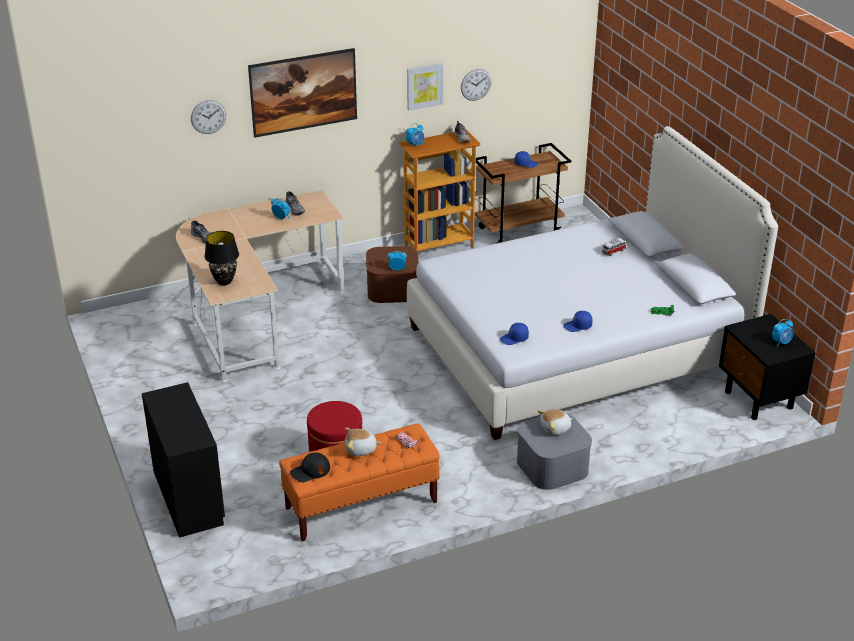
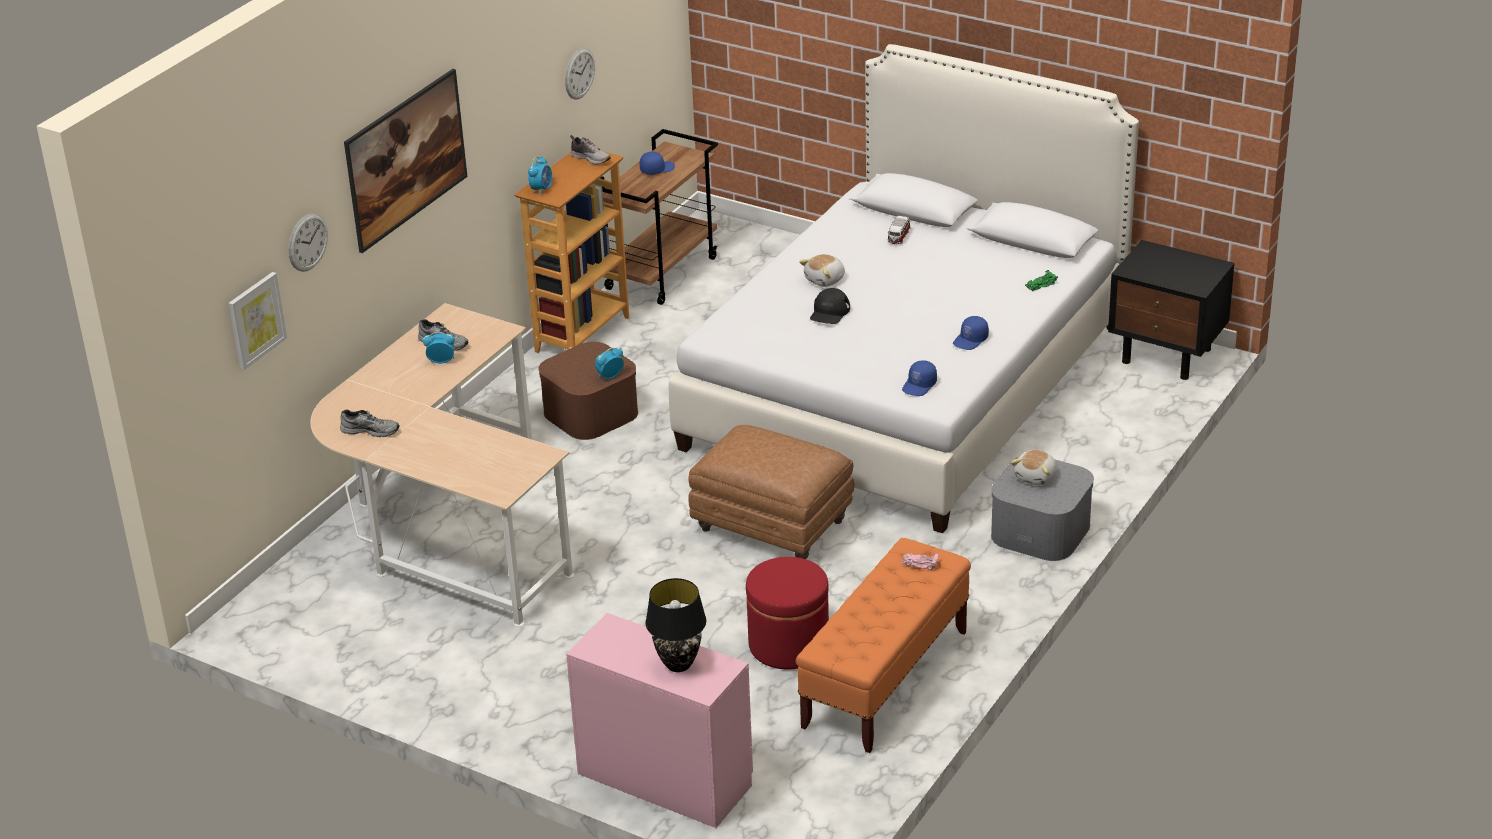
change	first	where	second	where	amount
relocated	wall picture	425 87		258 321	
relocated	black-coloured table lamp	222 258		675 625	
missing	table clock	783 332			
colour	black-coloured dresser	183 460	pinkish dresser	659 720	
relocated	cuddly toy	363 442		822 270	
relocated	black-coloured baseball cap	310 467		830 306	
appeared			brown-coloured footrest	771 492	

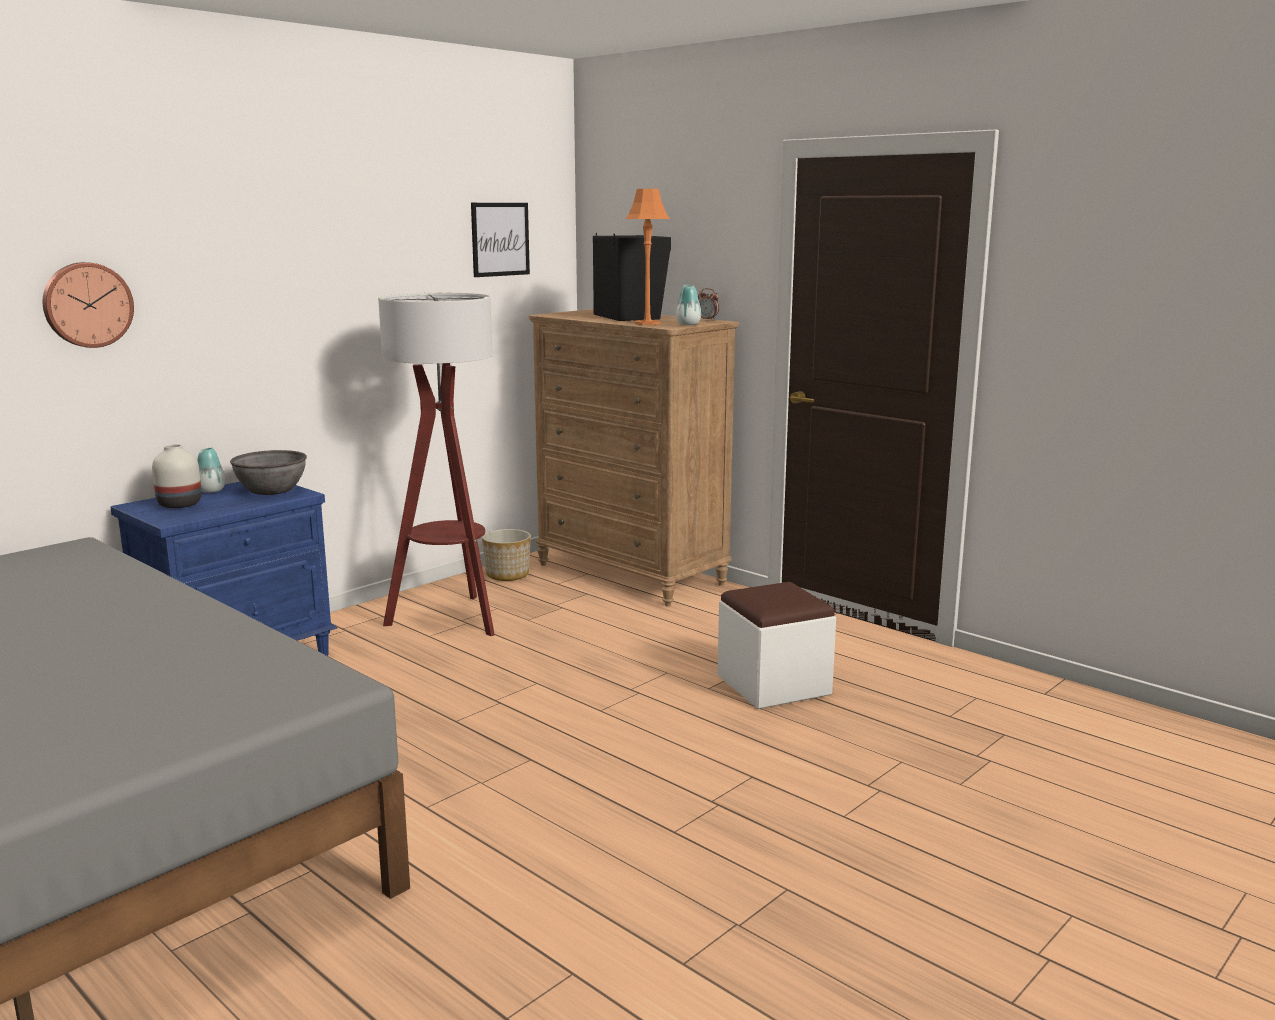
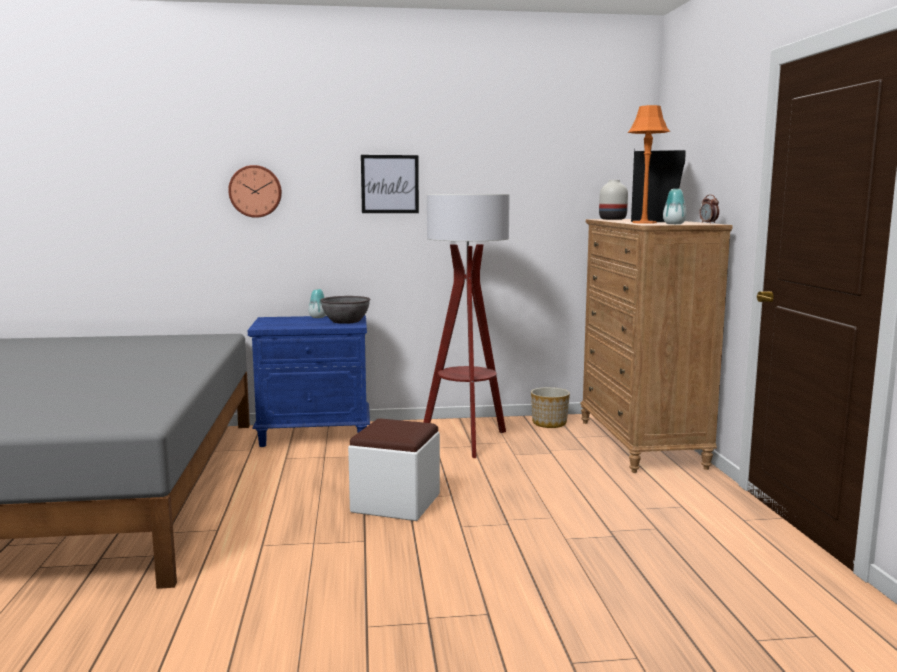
change	first	where	second	where	amount
relocated	wall picture	500 240		390 184	
relocated	whitish decorative vase	177 476		613 200	
relocated	whitish footrest	776 645		394 469	

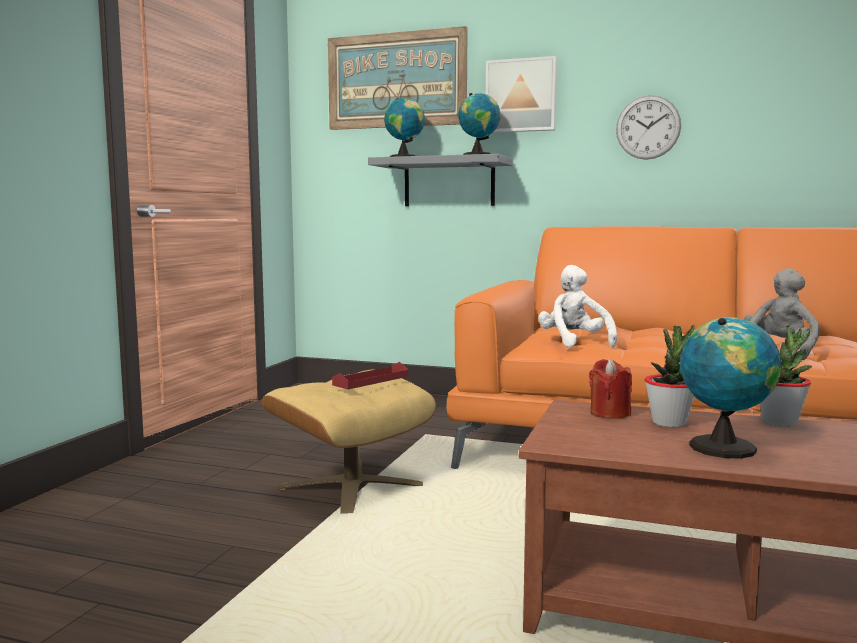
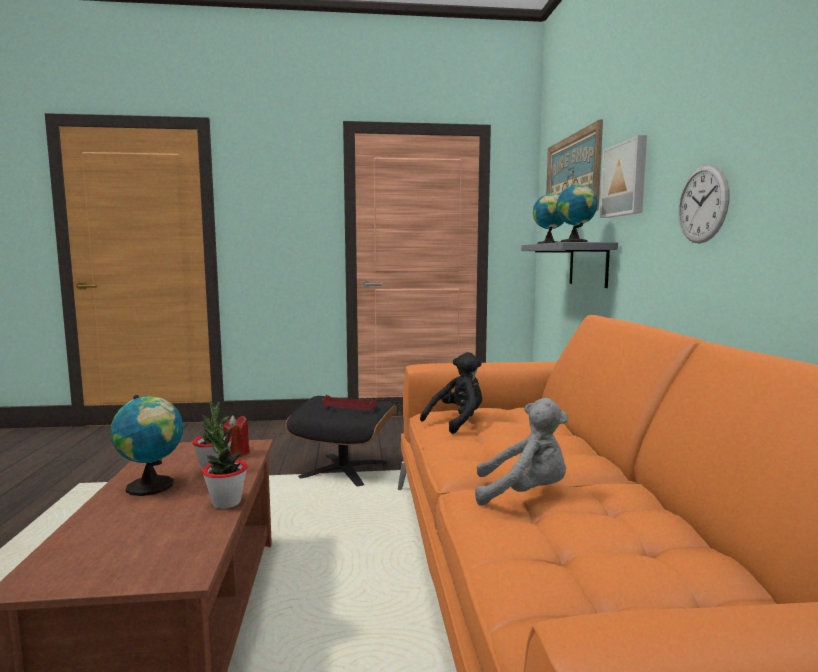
change	first	where	second	where	amount
colour	whitish cuddly toy	577 306	black-coloured cuddly toy	451 393	
colour	sand-coloured footrest	349 441	black-coloured footrest	341 441	

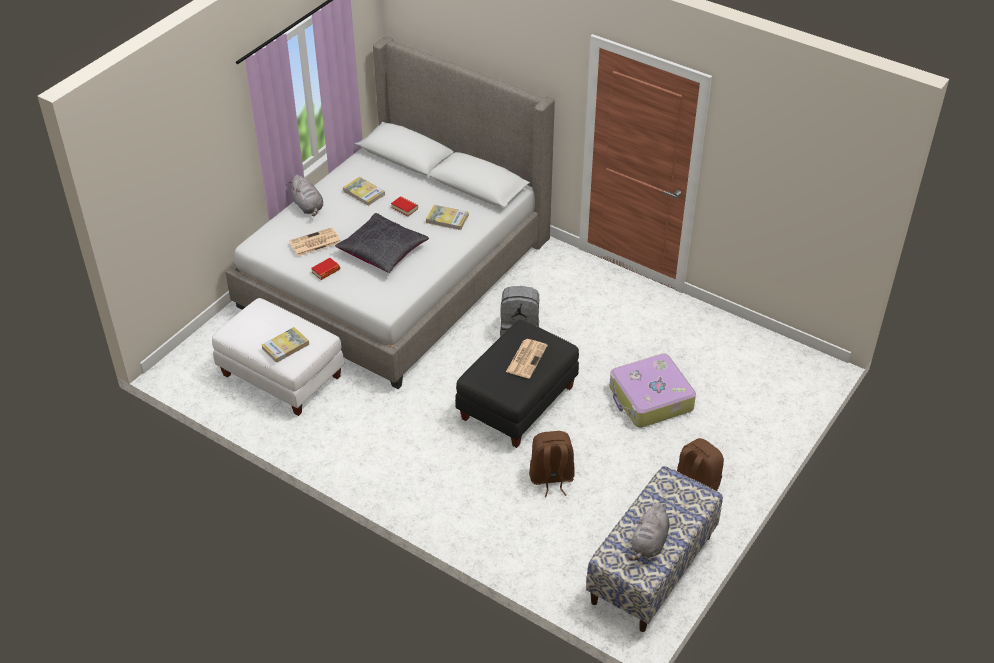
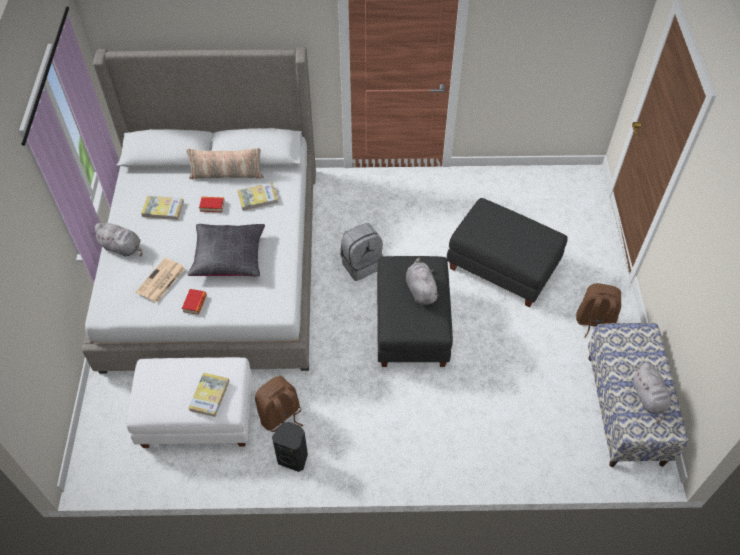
change	first	where	second	where	amount
exchanged	newspaper	527 358	greyish cuddly toy	423 281	
exchanged	travel case	652 390	black-coloured footrest	507 252	
relocated	brown-coloured knapsack	552 464		279 404	
appeared			cushion	225 163	
appeared			black-coloured audio speaker	290 447	

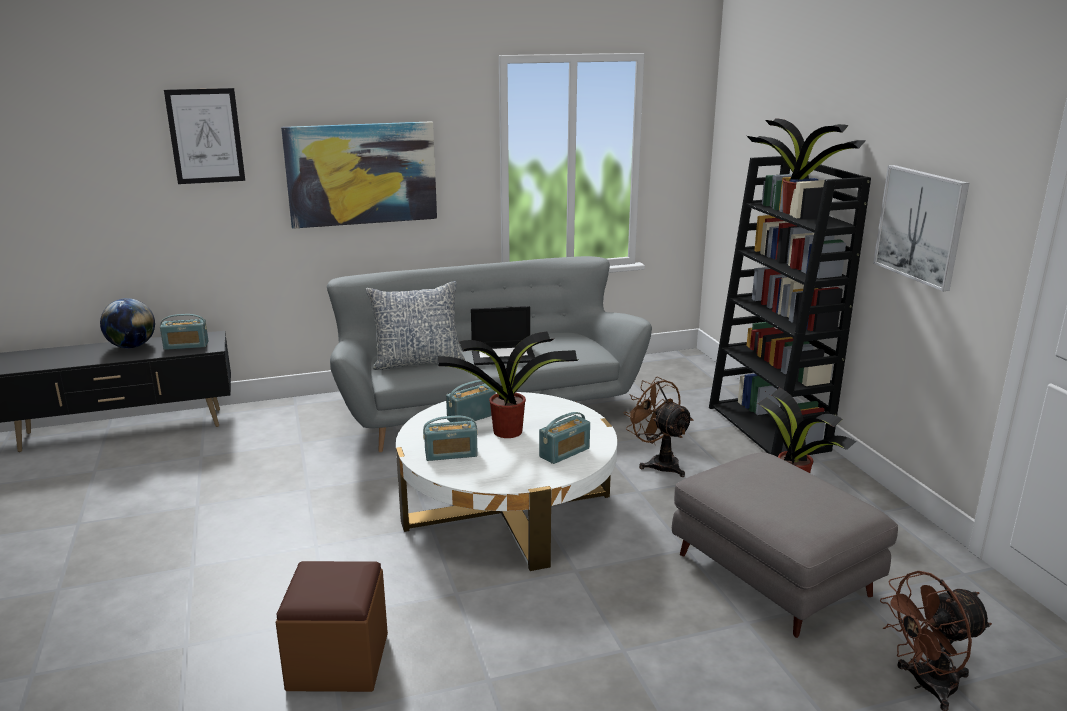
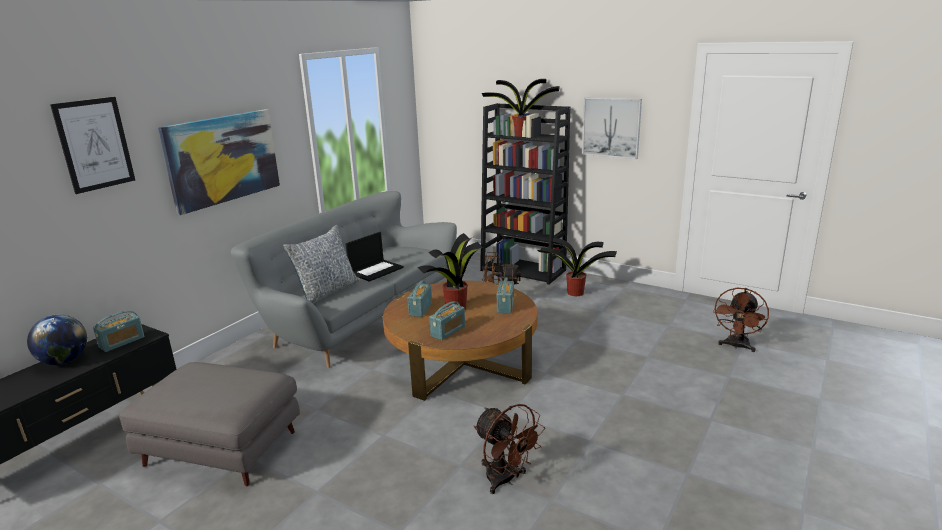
change	first	where	second	where	amount
colour	whitish coffee table	506 481	brown-coloured coffee table	460 341	
relocated	greyish footrest	785 545		209 424	
exchanged	brown-coloured footrest	332 626	brown-coloured fan	509 449	

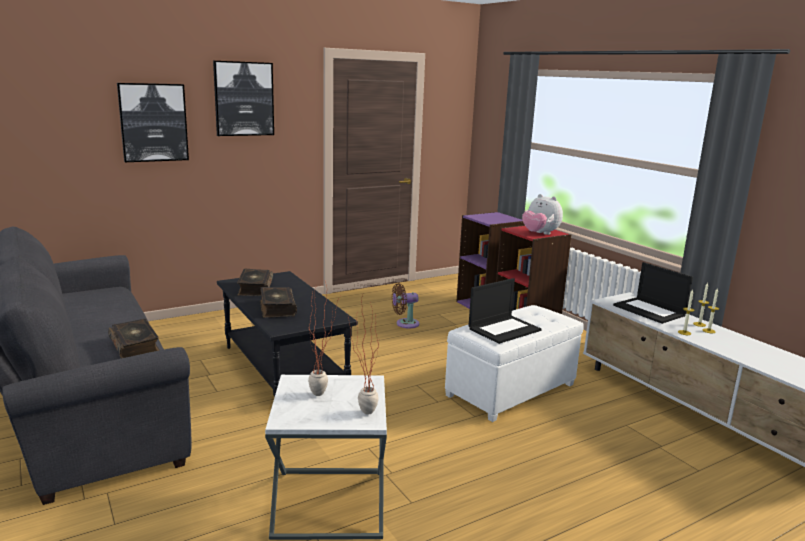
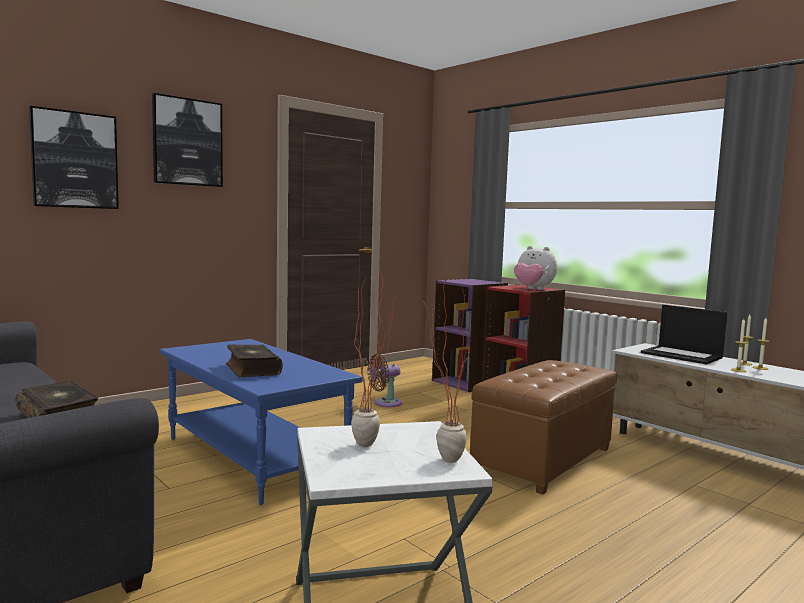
change	first	where	second	where	amount
missing	volume	255 282			
colour	black-coloured coffee table	287 334	blue coffee table	261 422	
missing	portable computer	505 311			
colour	whitish footrest	514 363	brown-coloured footrest	543 427	

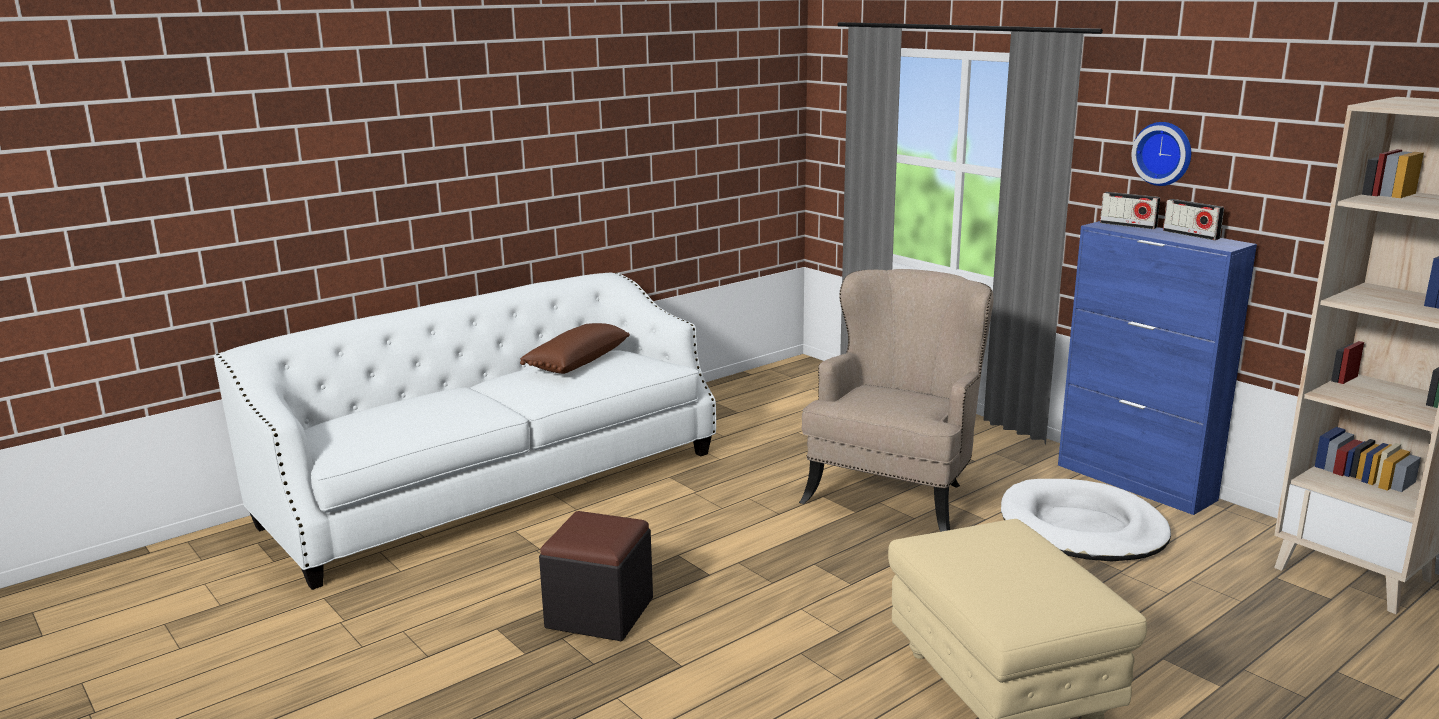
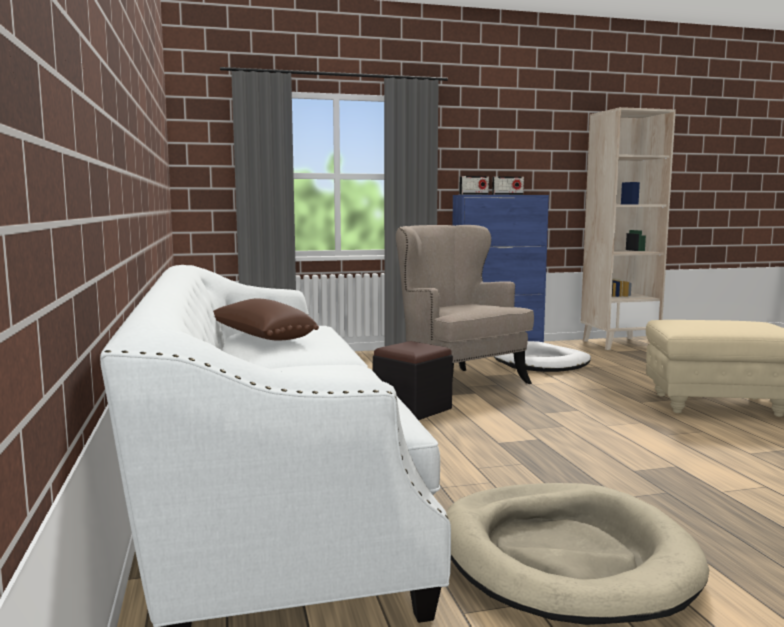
change	first	where	second	where	amount
missing	clock on the wall	1161 154			
relocated	black-coloured footrest	596 576		413 380	
appeared			sand-coloured pet bed	577 554	

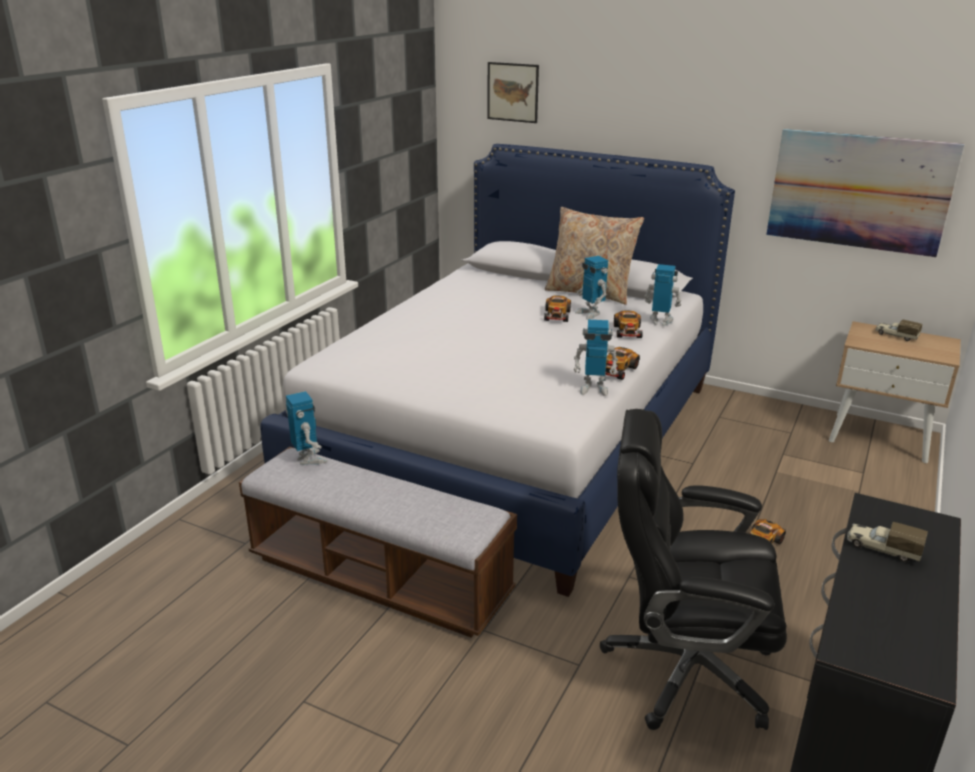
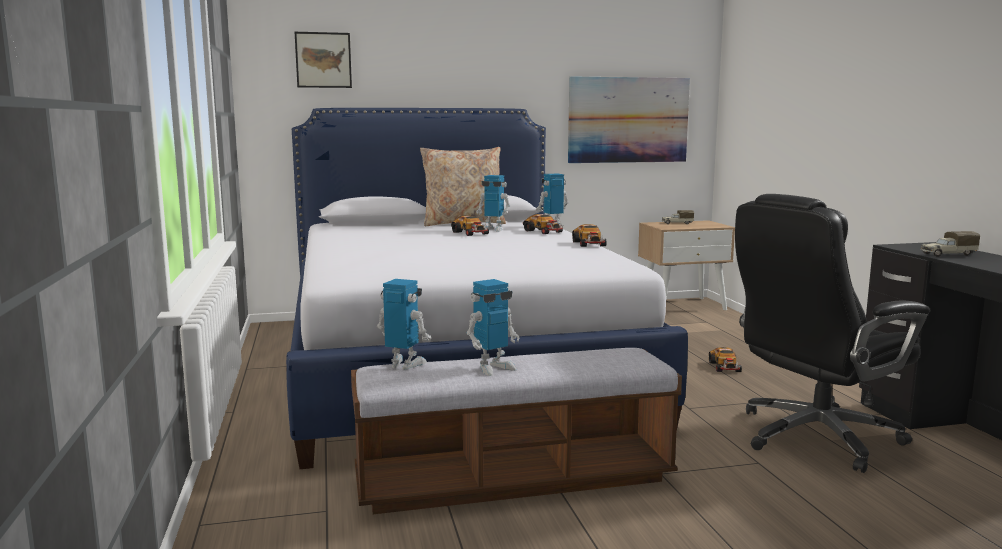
change	first	where	second	where	amount
relocated	model robot	596 358		493 327	

